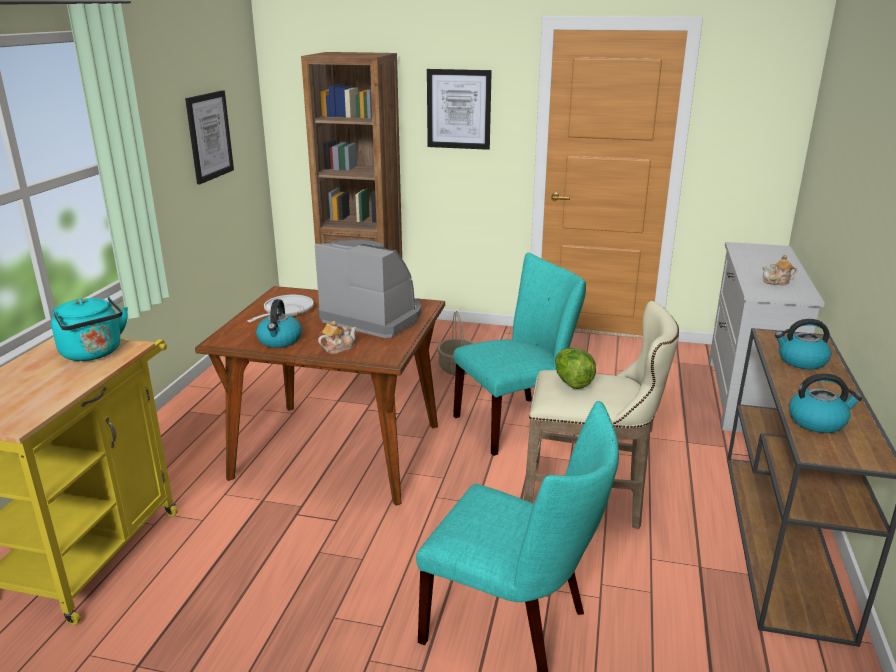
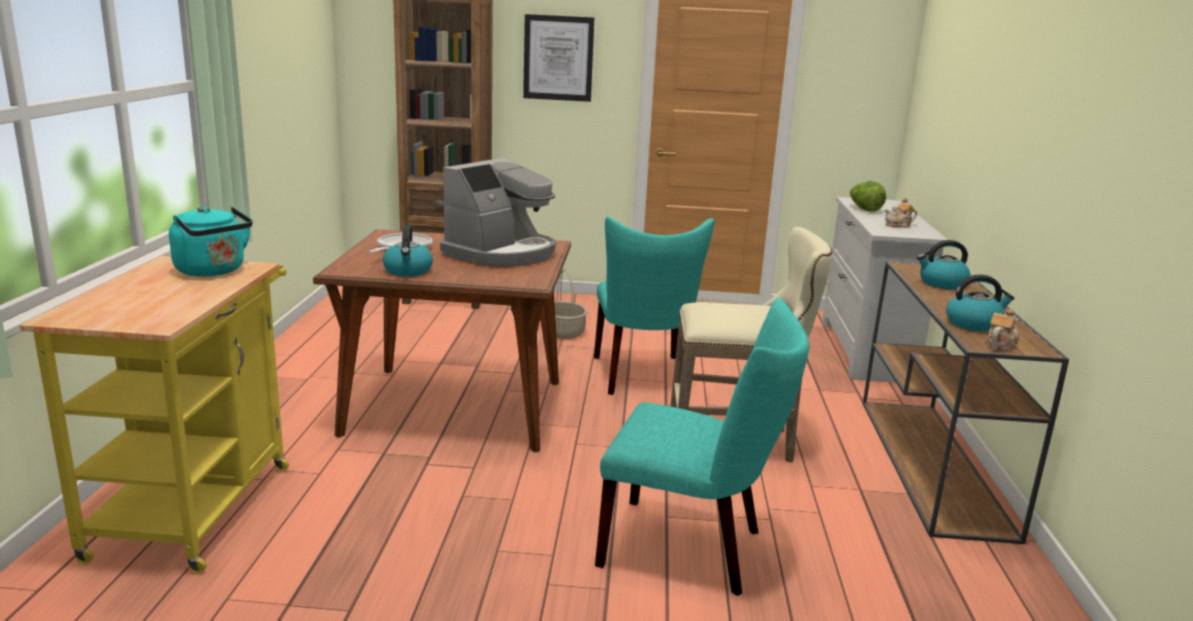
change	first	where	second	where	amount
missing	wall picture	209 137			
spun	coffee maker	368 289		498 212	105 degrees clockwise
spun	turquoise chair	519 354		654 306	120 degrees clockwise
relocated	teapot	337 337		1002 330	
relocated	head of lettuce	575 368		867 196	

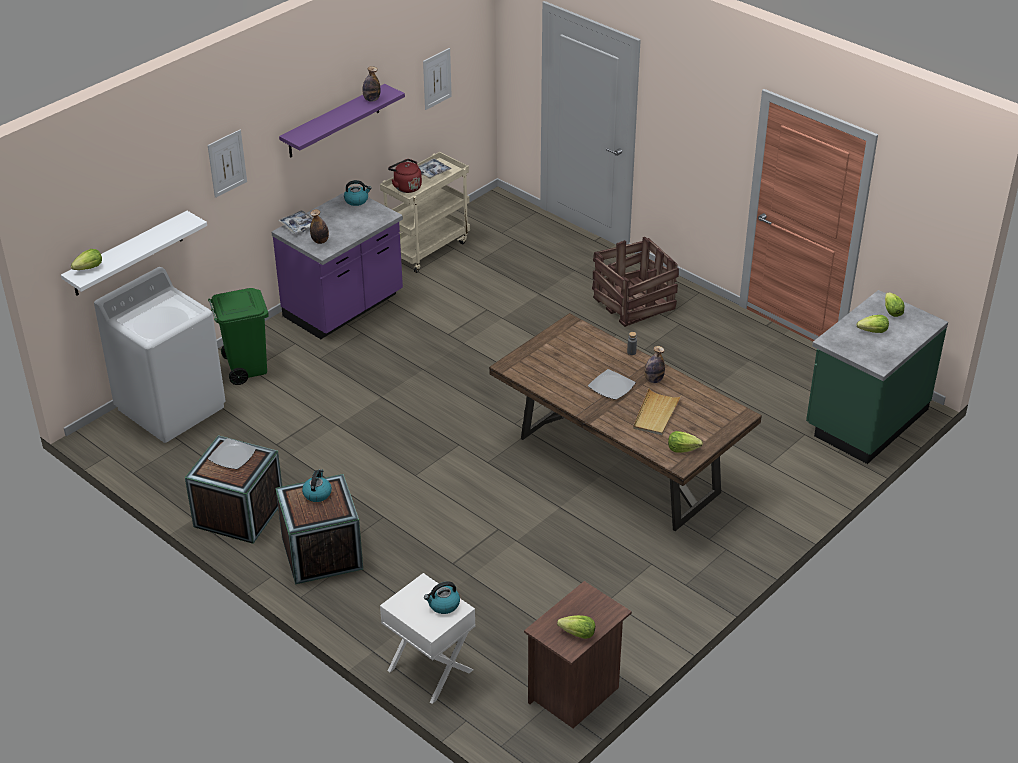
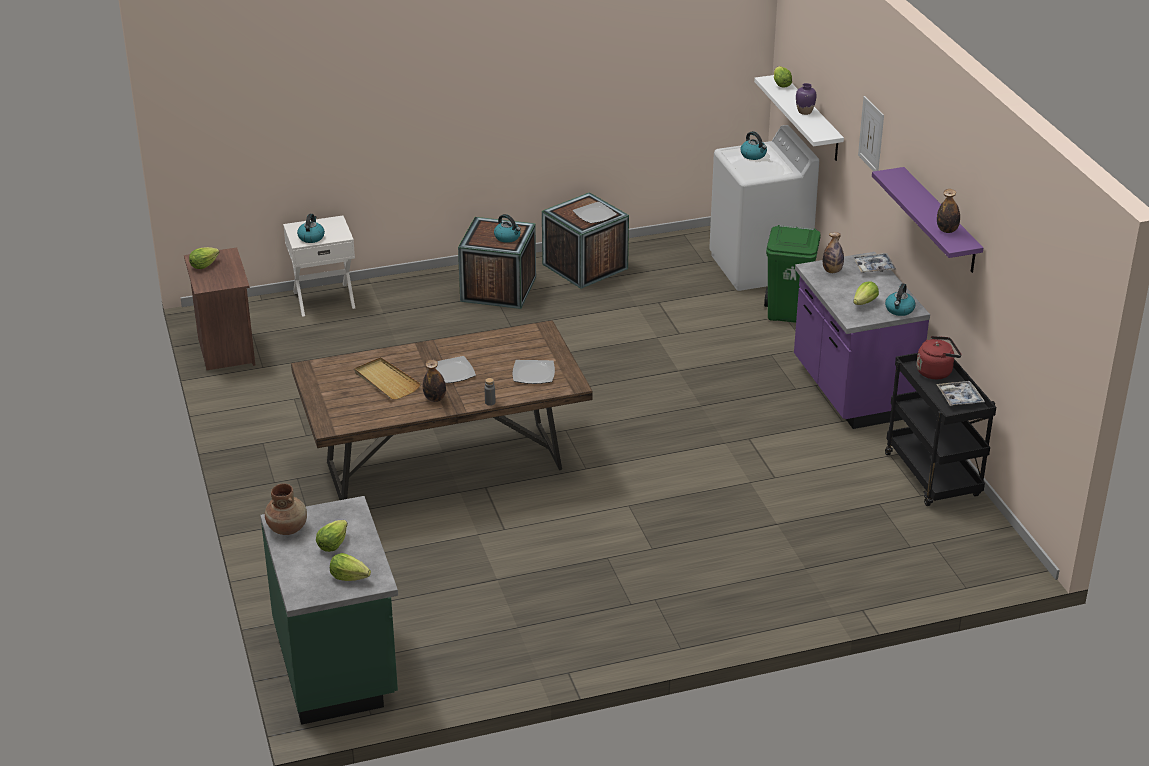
change	first	where	second	where	amount
missing	wall picture	437 79			
colour	sand-coloured trolley	425 212	black-coloured trolley	940 429	
missing	packing crate	635 282			
relocated	head of lettuce	685 442		866 293	
appeared			purple decorative vase	806 99	
appeared			water kettle	753 145	
appeared			plate	534 372	
appeared			brown-coloured decorative vase	286 509	

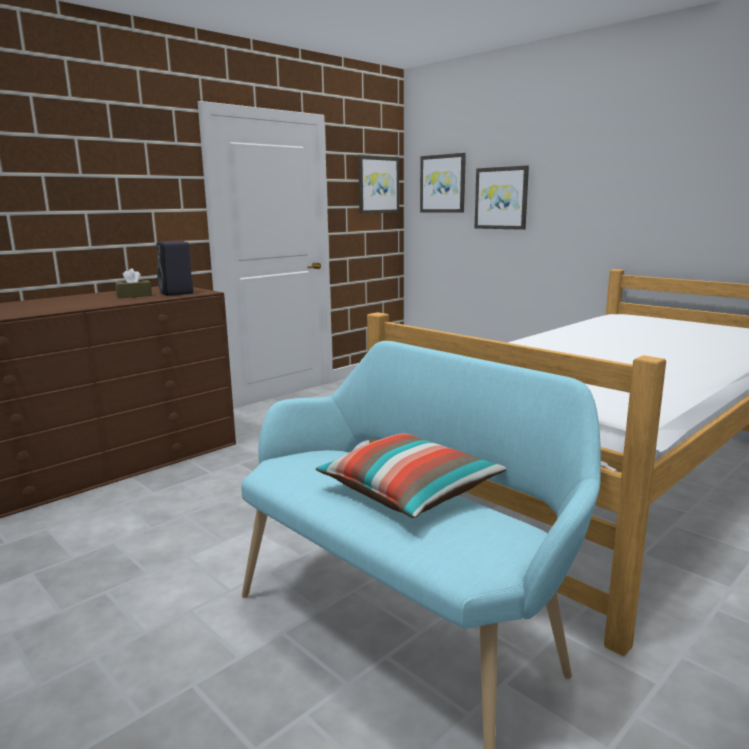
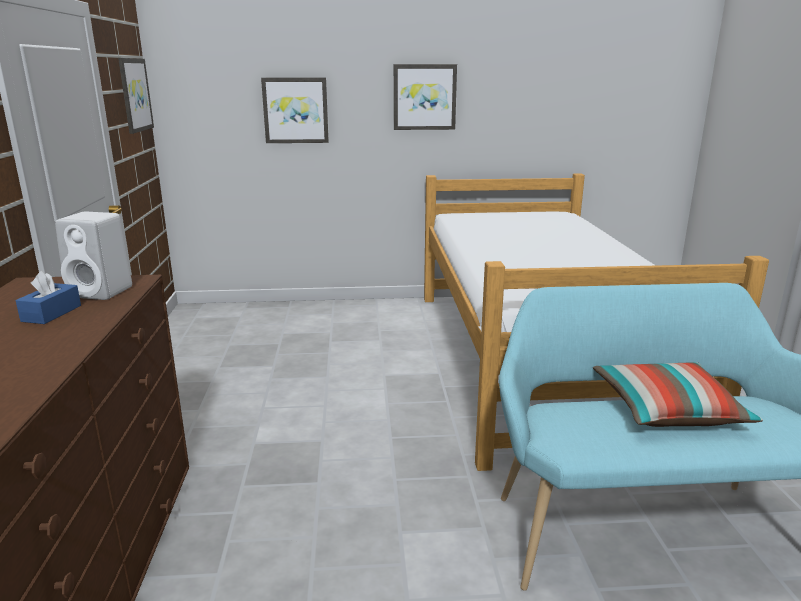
change	first	where	second	where	amount
relocated	wall picture	443 182		425 97	
colour	black-coloured audio speaker	175 268	whitish audio speaker	93 256	
colour	brown-coloured box of tissues	133 283	blue box of tissues	48 297	

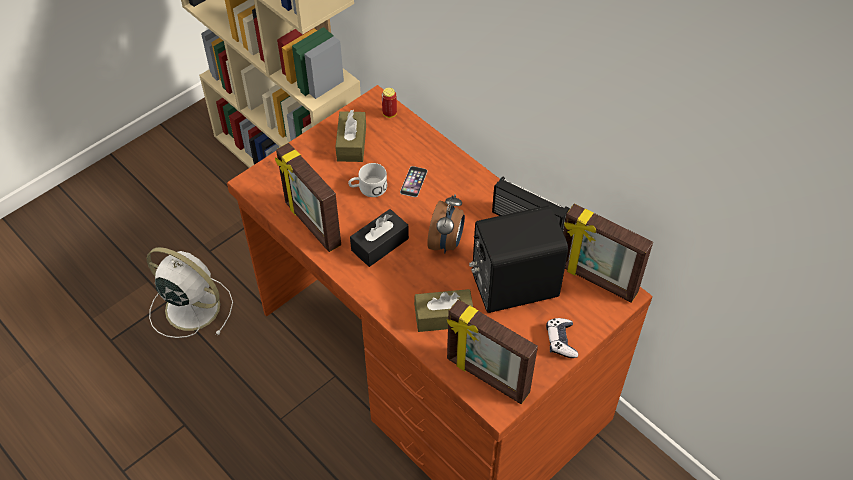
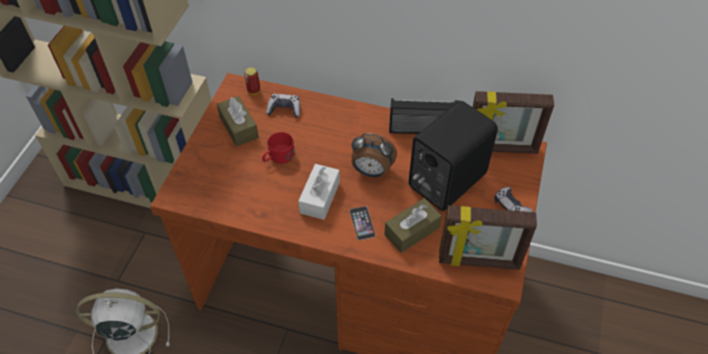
change	first	where	second	where	amount
missing	photo frame	308 197			
colour	whitish tea mug	367 180	red-coloured tea mug	278 148	
relocated	telephone	414 181		362 223	
spun	table clock	446 224		374 155	120 degrees clockwise
colour	black-coloured box of tissues	379 238	whitish box of tissues	319 192	
appeared			gamepad	283 105	

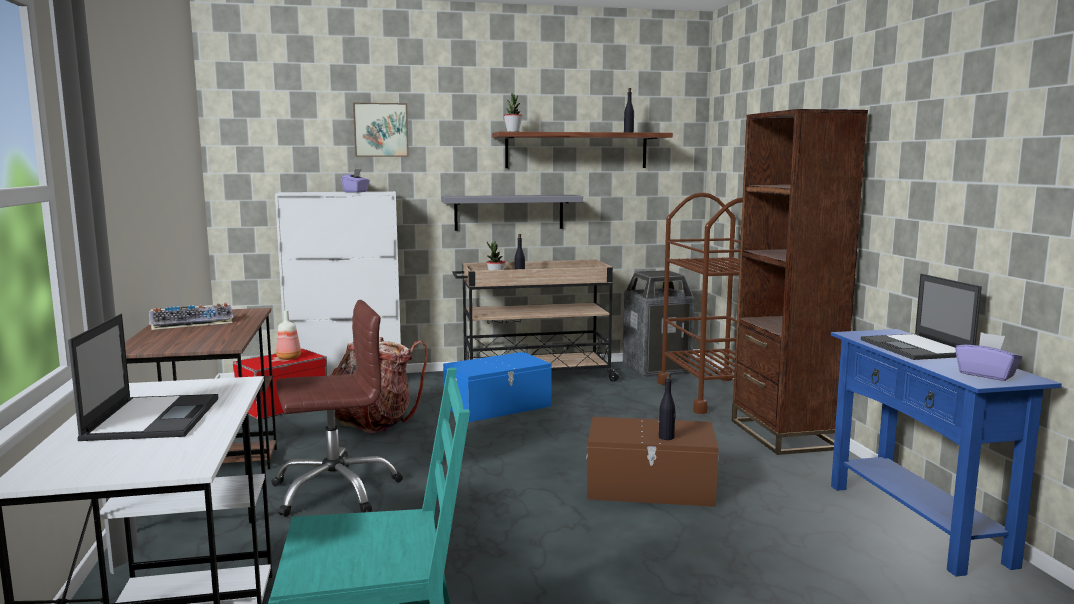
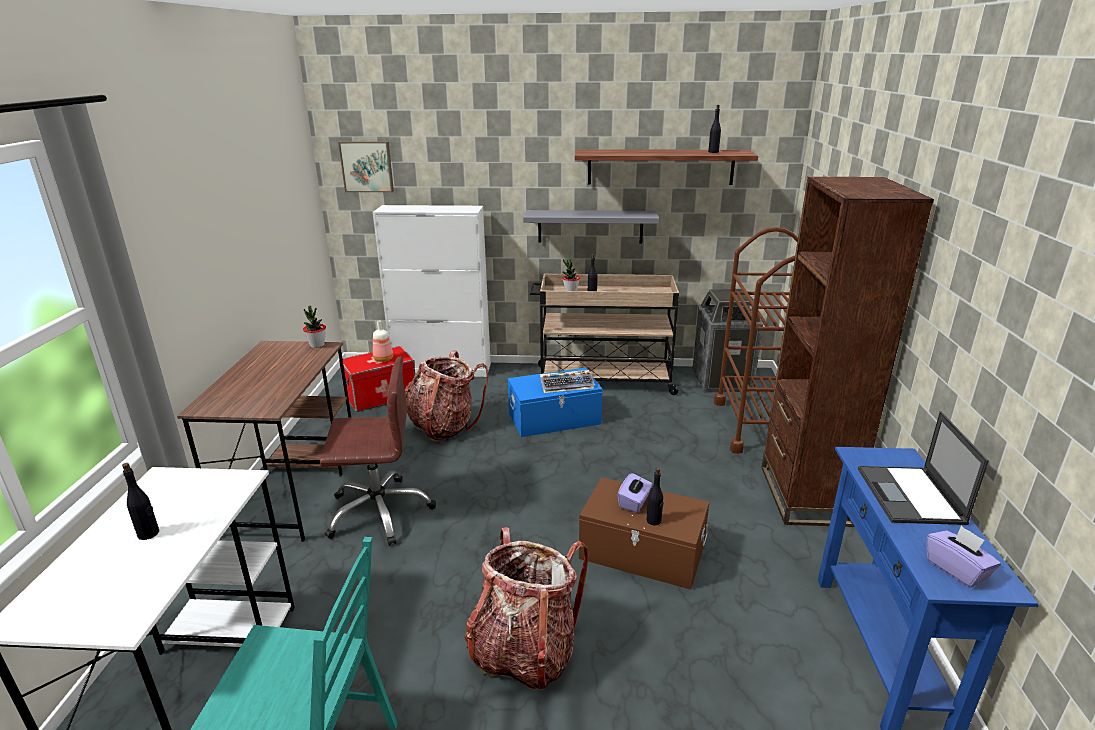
change	first	where	second	where	amount
relocated	houseplant	513 113		314 327	
relocated	wall picture	381 130		366 166	
relocated	purple box of tissues	355 181		634 493	
relocated	keyboard	191 316		567 381	
exchanged	portable computer	143 377	black-coloured beverage bottle	140 501	
appeared			knapsack	526 608	

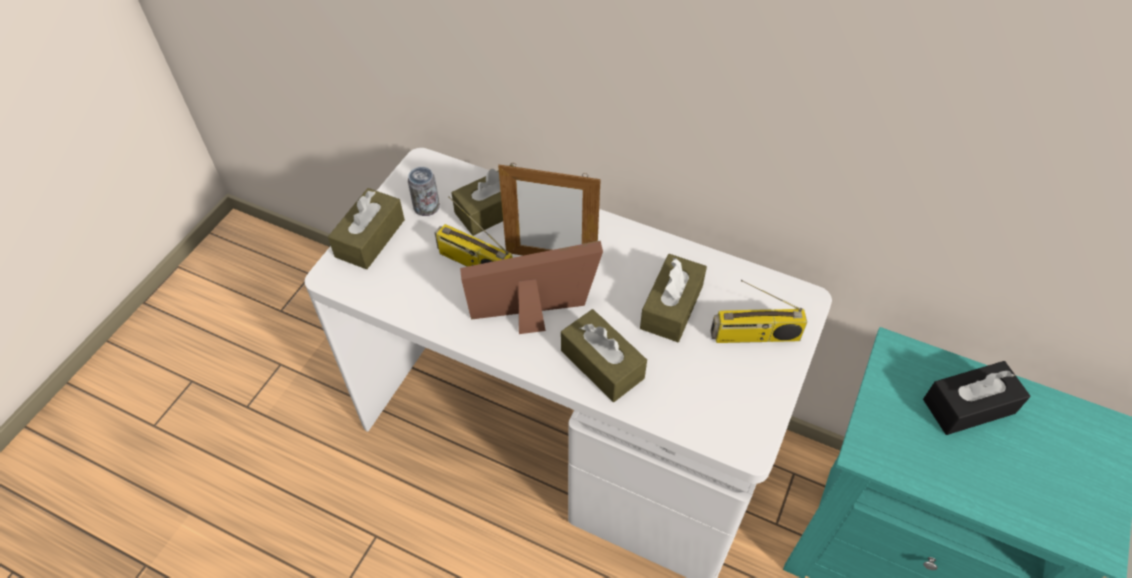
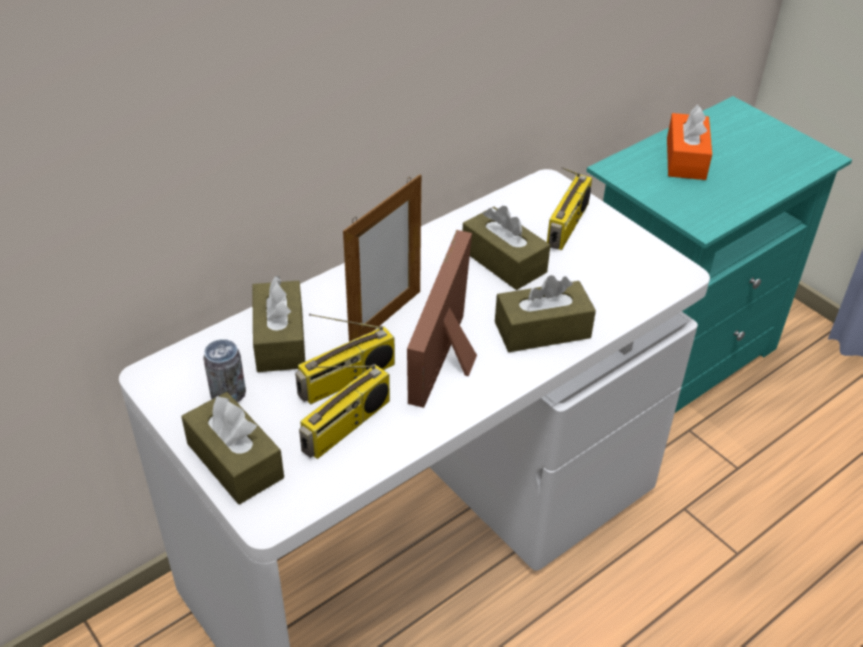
change	first	where	second	where	amount
colour	black-coloured box of tissues	976 398	orange box of tissues	689 142	
appeared			radio set	344 411	

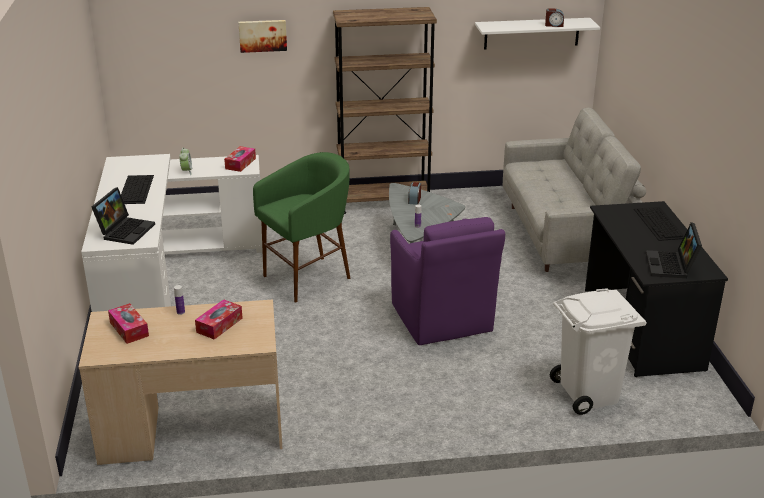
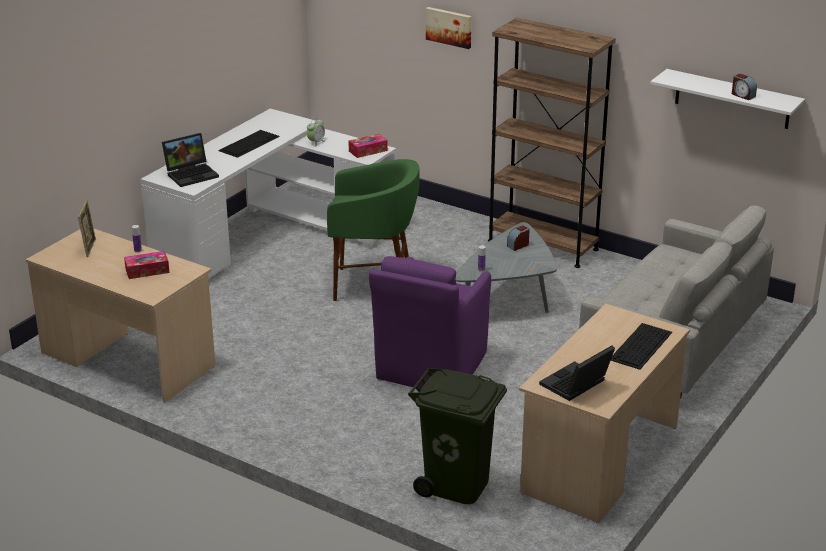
change	first	where	second	where	amount
colour	black-coloured desk	656 289	sand-coloured desk	604 413	
colour	whitish rubbish bin	598 351	green rubbish bin	457 436	
exchanged	box of tissues	128 323	photo frame	87 228	

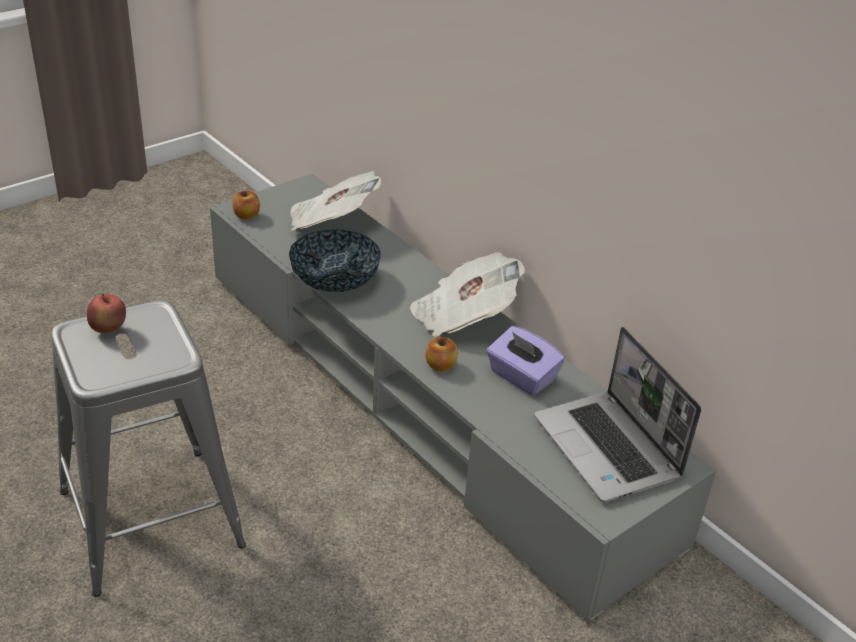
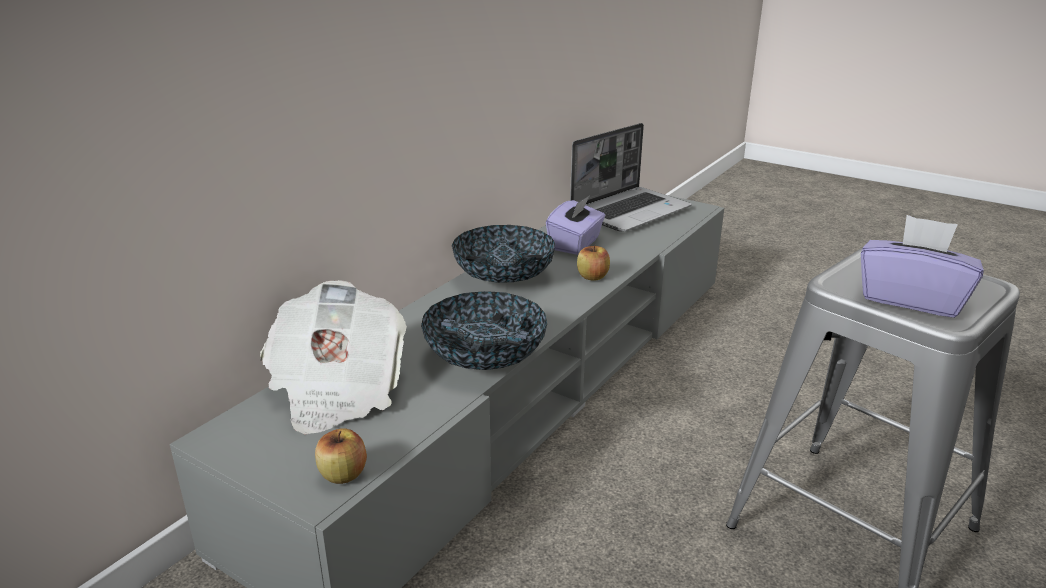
change	first	where	second	where	amount
exchanged	newspaper	467 294	serving bowl	503 254	
exchanged	apple	106 313	purple box of tissues	922 266	

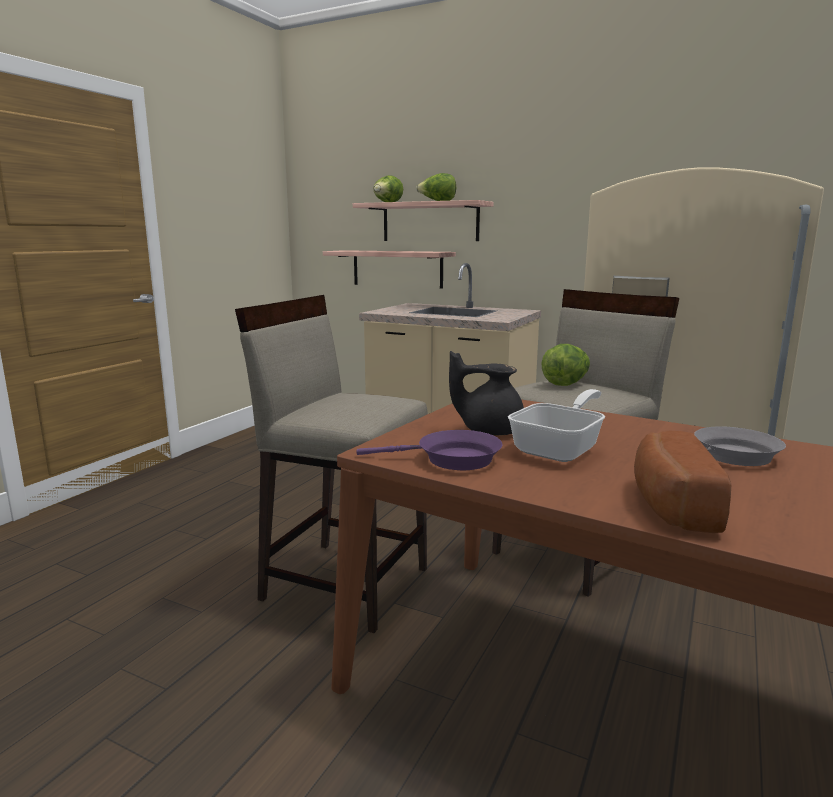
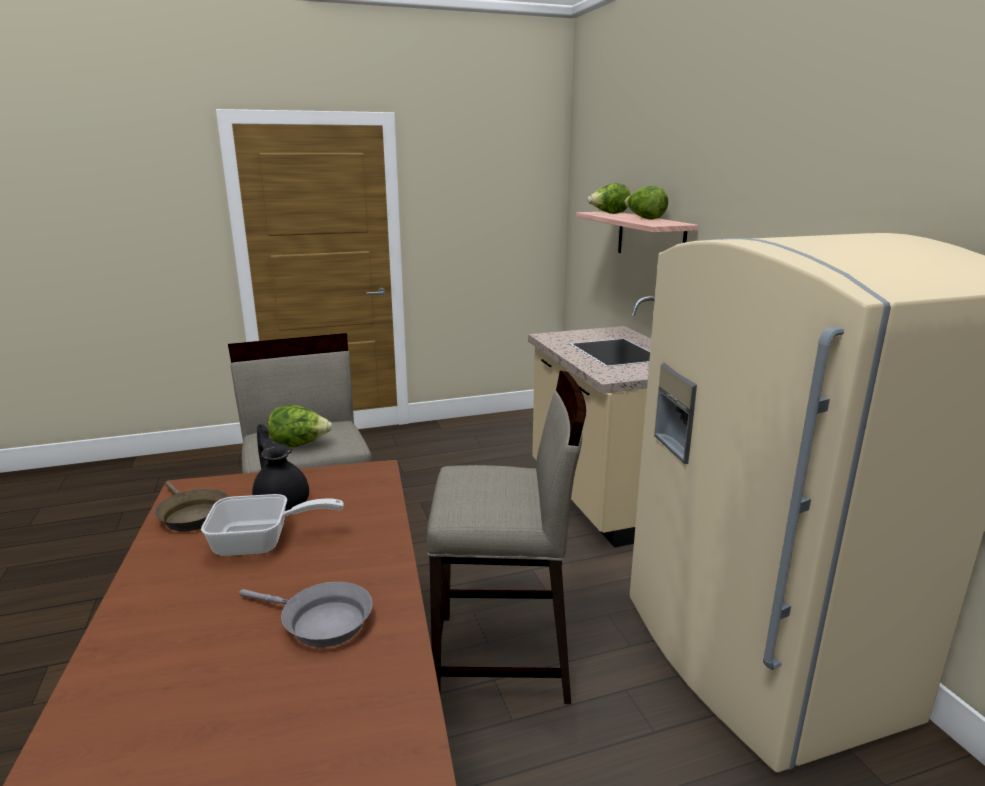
change	first	where	second	where	amount
missing	shelf	389 269			
relocated	head of lettuce	565 365		300 426	
colour	purple frying pan	429 450	brown-coloured frying pan	191 506	
missing	bakery bread	682 482			

